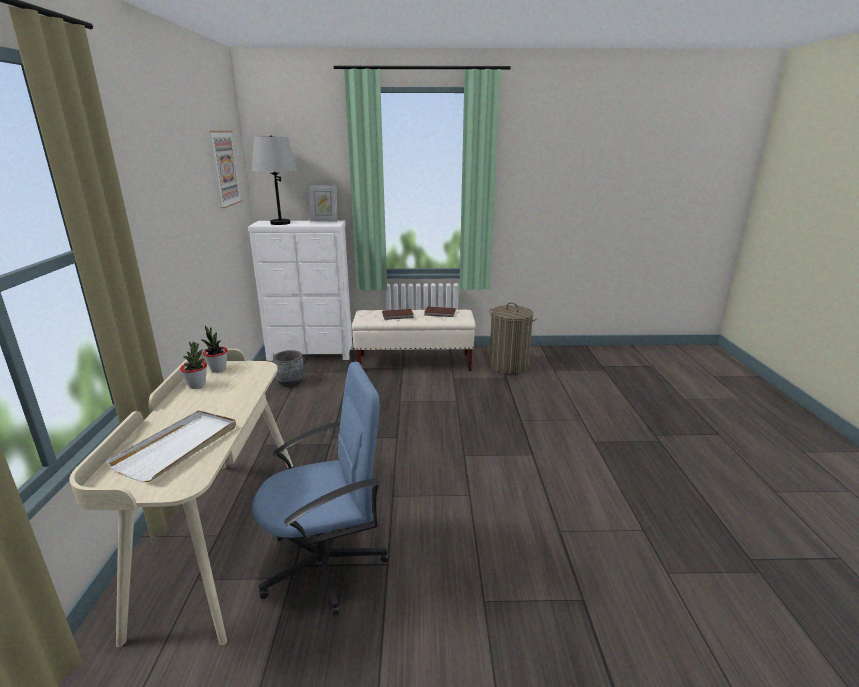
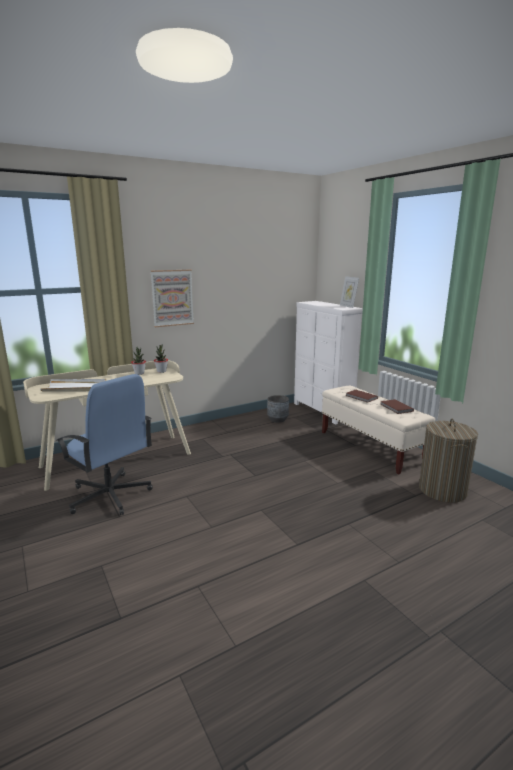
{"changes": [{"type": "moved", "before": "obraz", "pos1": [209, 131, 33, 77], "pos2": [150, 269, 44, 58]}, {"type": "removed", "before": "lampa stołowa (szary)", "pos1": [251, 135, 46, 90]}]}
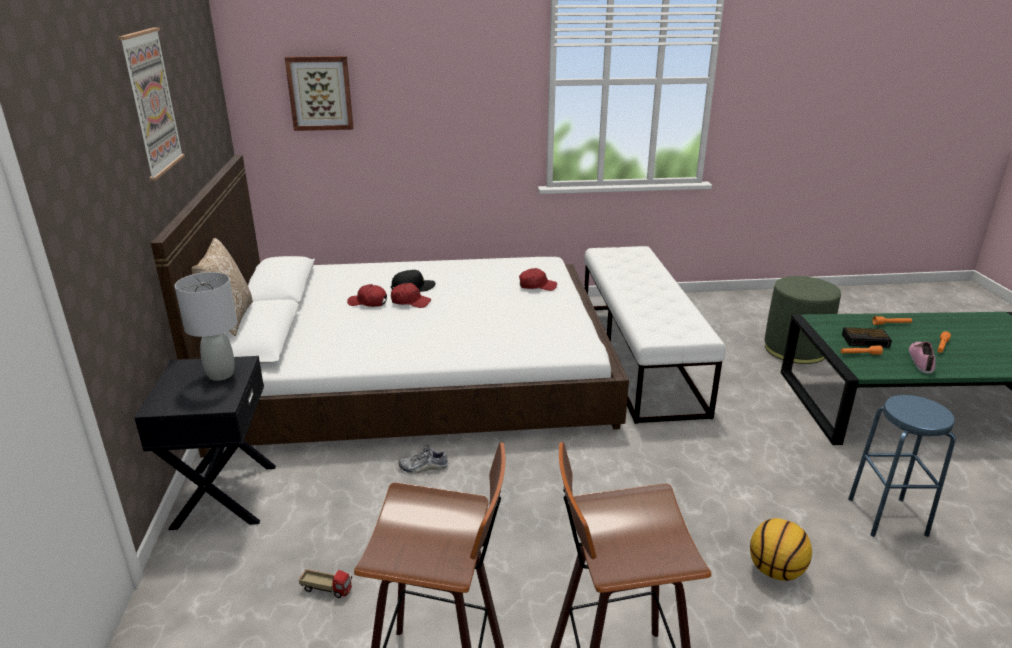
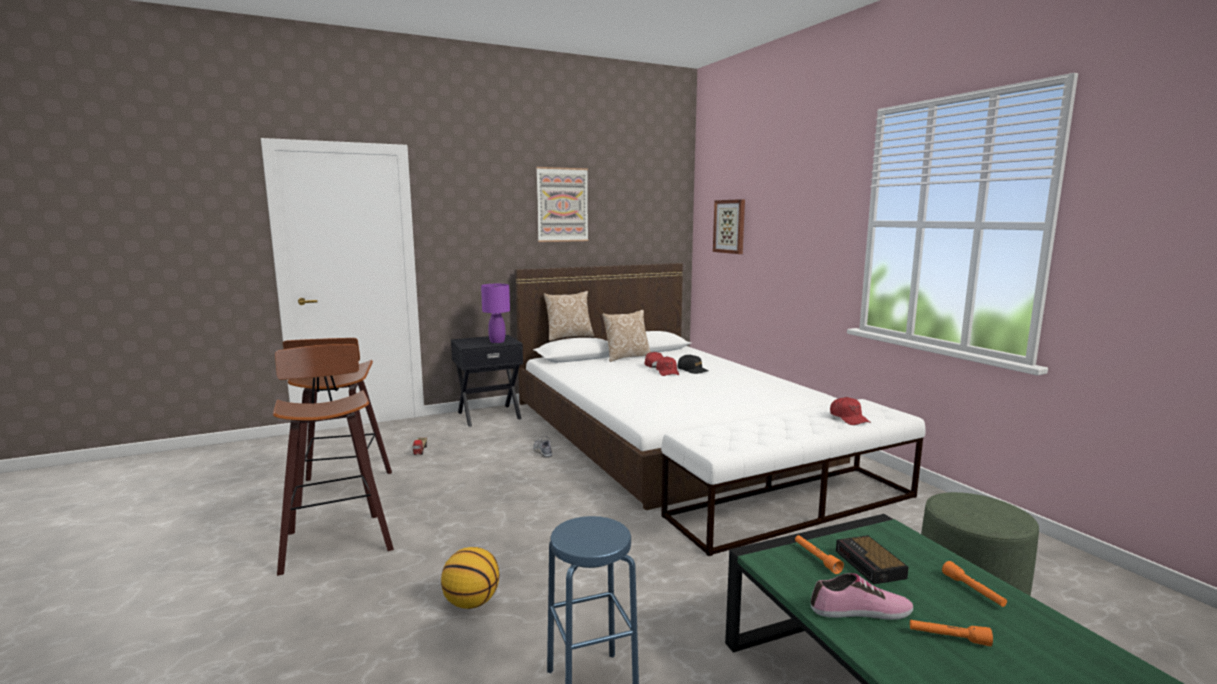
{"changes": [{"type": "moved", "before": "czapka z daszkiem (czerwony)", "pos1": [519, 268, 38, 23], "pos2": [830, 397, 41, 28]}, {"type": "recoloured", "before": "lampa stołowa (szary)", "after": "lampa stołowa (fioletowy)", "pos1": [175, 272, 62, 109], "pos2": [481, 284, 29, 59]}, {"type": "added", "after": "poduszka", "pos2": [602, 310, 49, 52]}]}
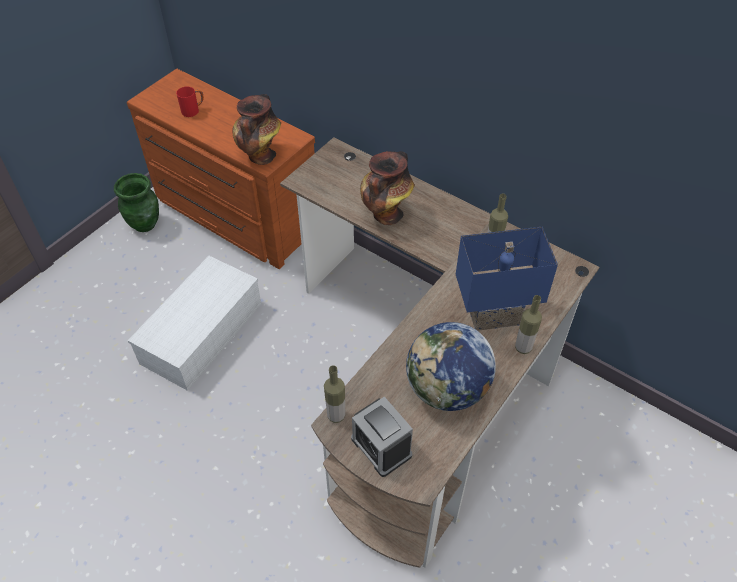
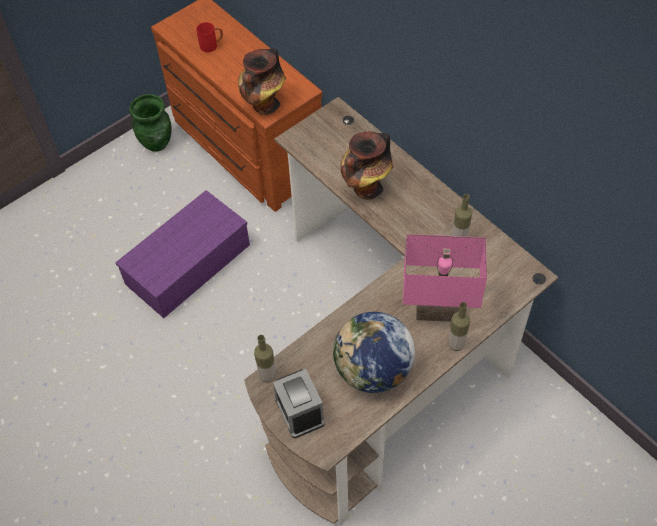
{"changes": [{"type": "recoloured", "before": "lampa stołowa (niebieski)", "after": "lampa stołowa (różowy)", "pos1": [456, 227, 102, 104], "pos2": [403, 234, 84, 88]}, {"type": "recoloured", "before": "pojemnik do przechowywania (biały)", "after": "pojemnik do przechowywania (fioletowy)", "pos1": [128, 256, 133, 135], "pos2": [115, 190, 135, 128]}]}
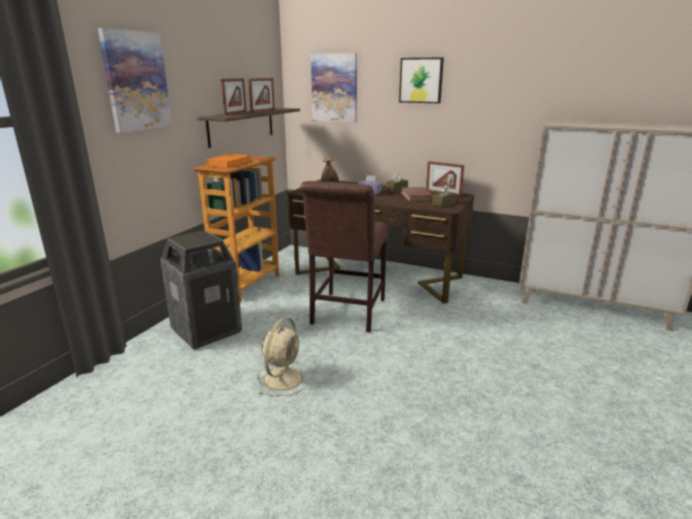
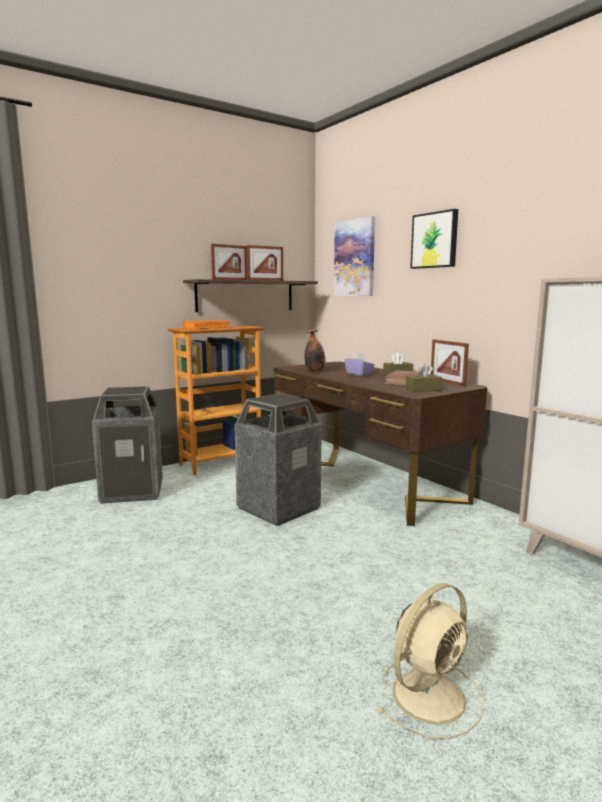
{"changes": [{"type": "removed", "before": "obraz", "pos1": [98, 28, 74, 105]}, {"type": "replaced", "before": "krzesło (brązowy)", "after": "kosz na śmieci", "pos1": [300, 181, 88, 151], "pos2": [234, 394, 88, 132]}, {"type": "moved", "before": "wentylator (beżowy)", "pos1": [257, 317, 55, 79], "pos2": [376, 583, 109, 156]}]}
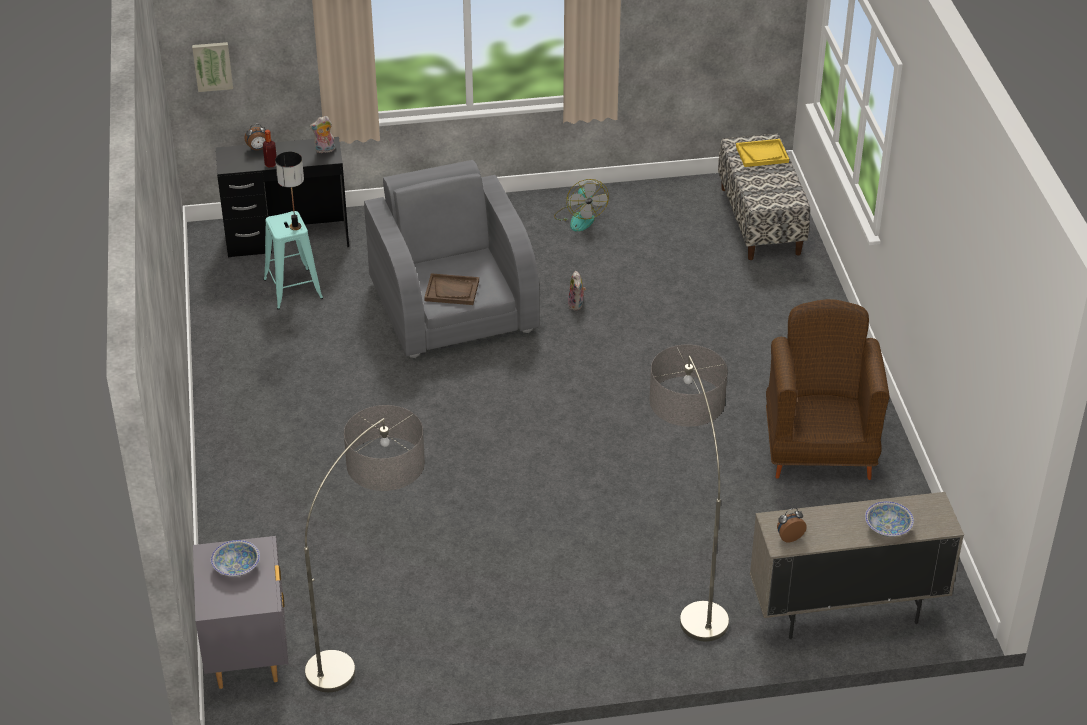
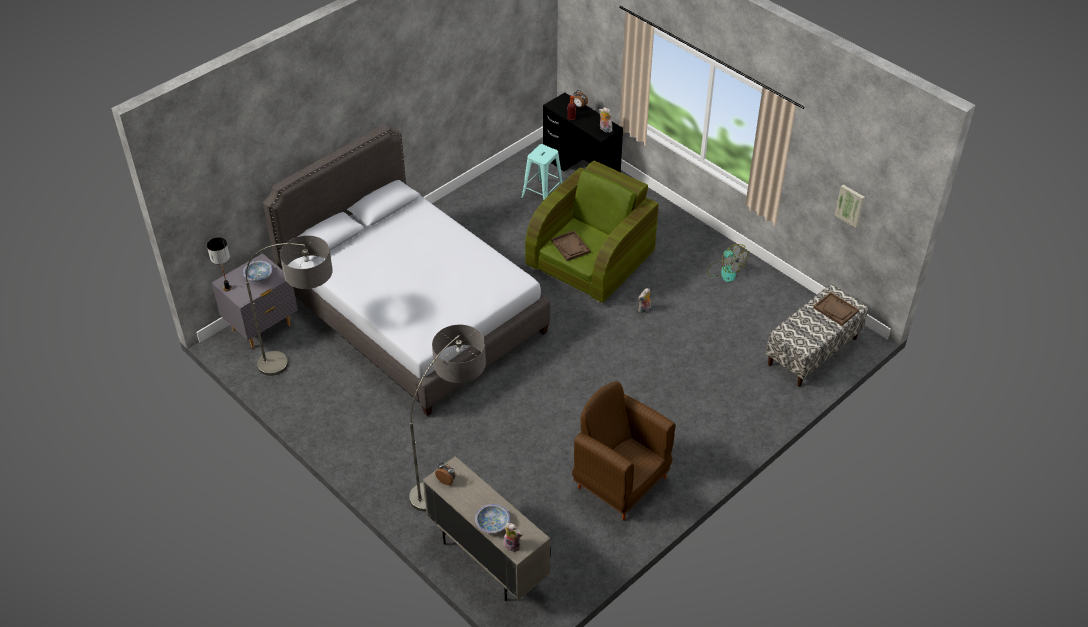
{"changes": [{"type": "moved", "before": "obraz", "pos1": [192, 42, 41, 50], "pos2": [835, 185, 30, 43]}, {"type": "recoloured", "before": "taca (żółty)", "after": "taca (brązowy)", "pos1": [736, 139, 53, 28], "pos2": [813, 292, 46, 34]}, {"type": "moved", "before": "lampa stołowa", "pos1": [275, 152, 29, 78], "pos2": [207, 237, 25, 54]}, {"type": "recoloured", "before": "fotel (szary)", "after": "fotel (zielony)", "pos1": [364, 160, 176, 198], "pos2": [525, 161, 134, 142]}, {"type": "turned", "before": "wentylator", "pos1": [554, 179, 55, 53], "pos2": [707, 244, 41, 39], "turn": -75}, {"type": "turned", "before": "fotel (brązowy)", "pos1": [766, 299, 123, 181], "pos2": [572, 381, 104, 139], "turn": -105}, {"type": "added", "after": "łóżko (szary)", "pos2": [263, 125, 287, 291]}, {"type": "added", "after": "pluszak", "pos2": [504, 523, 19, 29]}]}
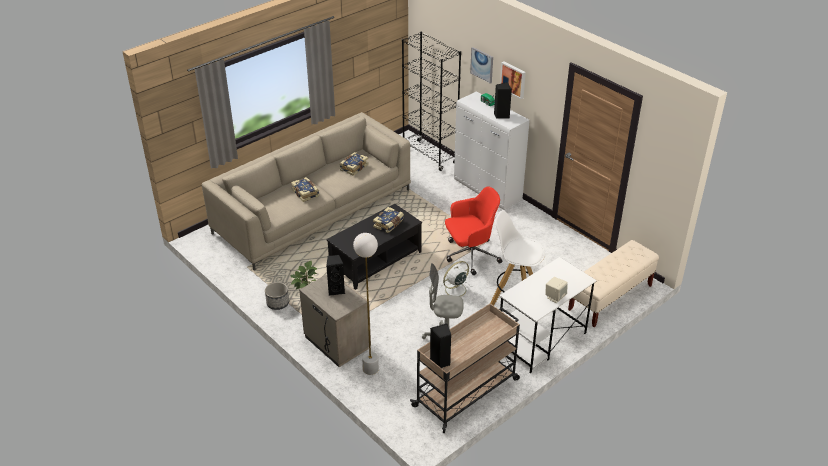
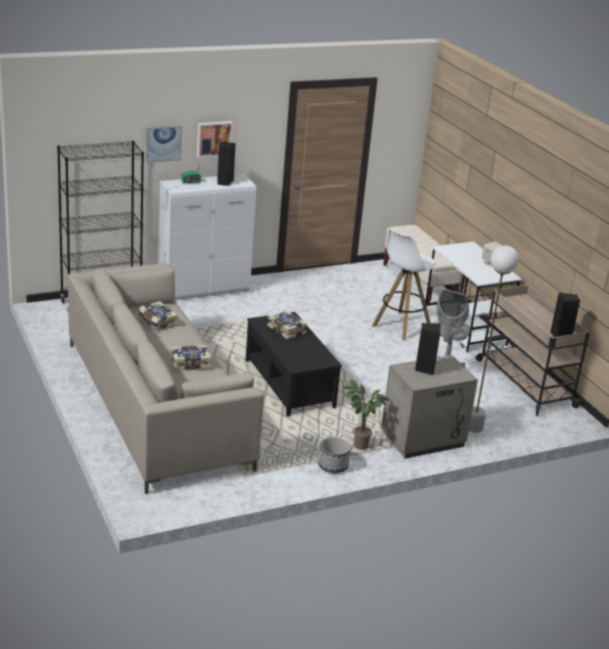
{"changes": [{"type": "removed", "before": "krzesło biurowe (czerwony)", "pos1": [445, 186, 58, 89]}, {"type": "removed", "before": "wentylator (biały)", "pos1": [440, 261, 32, 39]}]}
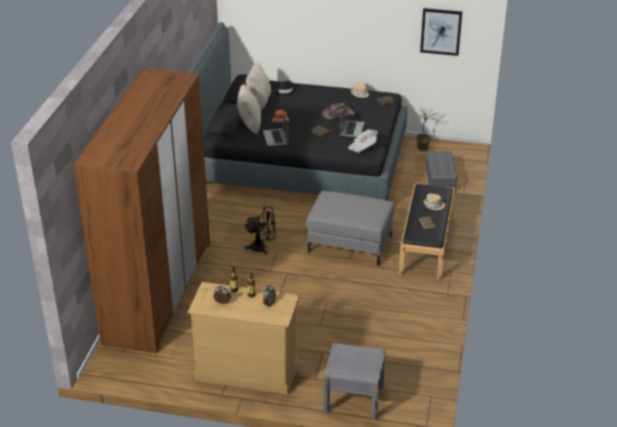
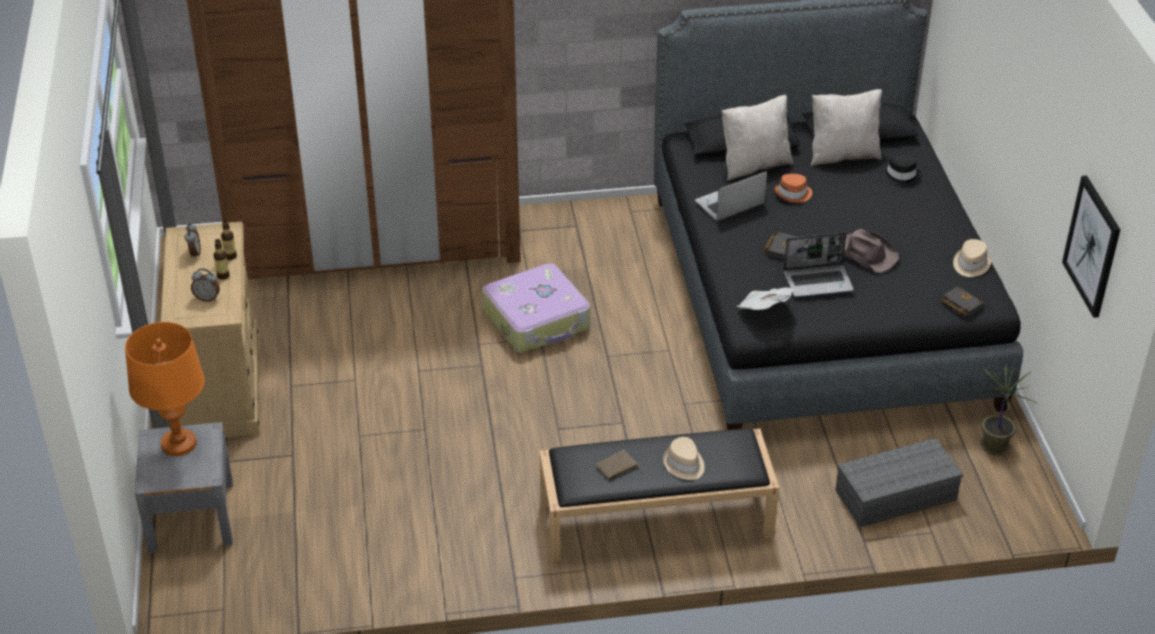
{"changes": [{"type": "removed", "before": "pufa (szary)", "pos1": [307, 191, 88, 75]}, {"type": "replaced", "before": "wentylator (czarny)", "after": "walizka", "pos1": [245, 207, 31, 47], "pos2": [482, 263, 108, 90]}, {"type": "added", "after": "lampa stołowa (pomarańczowy)", "pos2": [125, 322, 80, 134]}]}
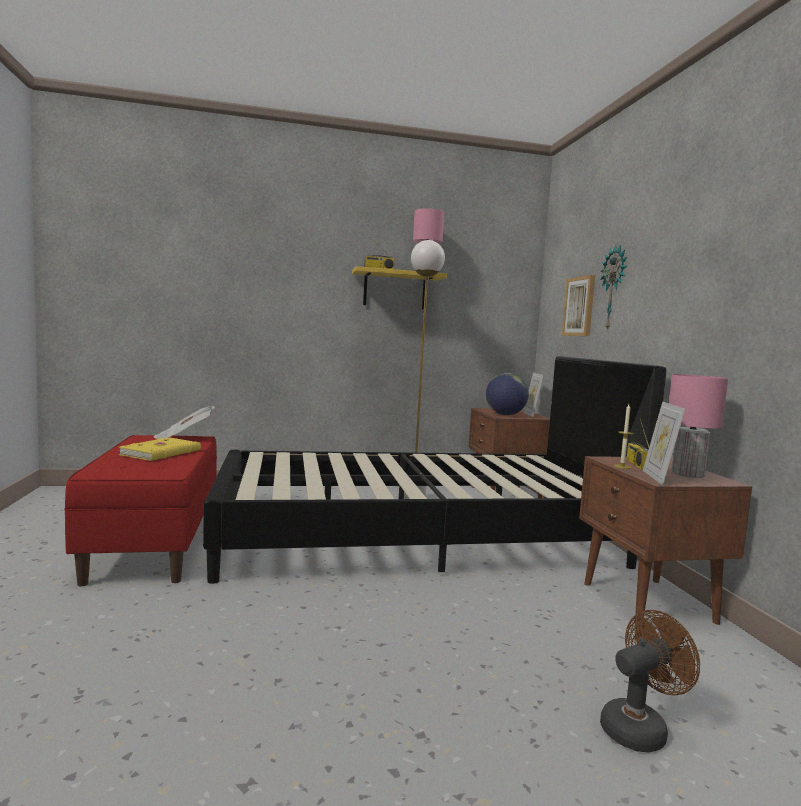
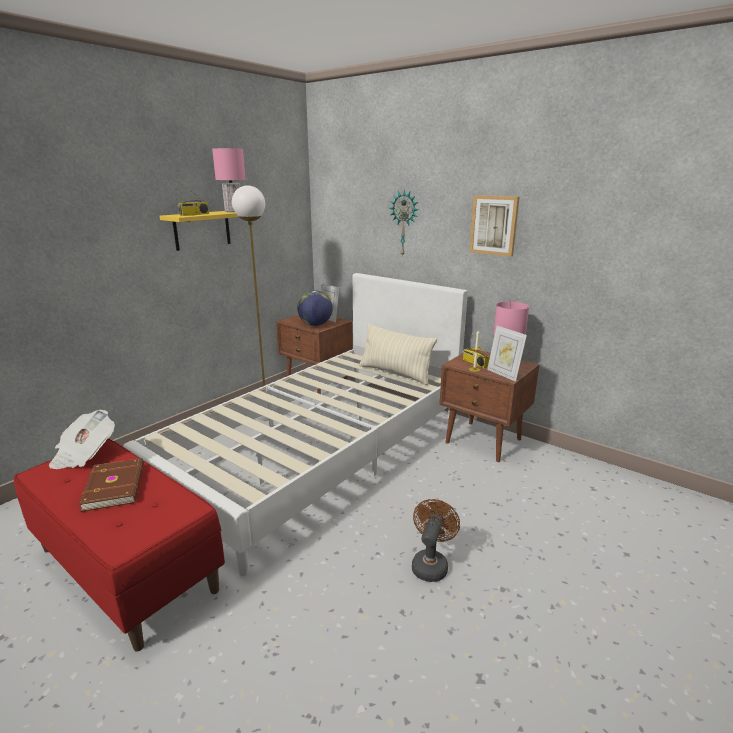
{"changes": [{"type": "moved", "before": "obraz", "pos1": [562, 275, 33, 61], "pos2": [469, 195, 50, 61]}, {"type": "recoloured", "before": "łóżko (czarny)", "after": "łóżko (biały)", "pos1": [203, 356, 463, 228], "pos2": [123, 273, 345, 303]}, {"type": "recoloured", "before": "książka (żółty)", "after": "książka (brązowy)", "pos1": [119, 437, 82, 24], "pos2": [79, 458, 65, 54]}, {"type": "moved", "before": "wentylator (brązowy)", "pos1": [600, 610, 100, 143], "pos2": [412, 499, 48, 83]}, {"type": "added", "after": "poduszka (beżowy)", "pos2": [359, 324, 78, 61]}]}
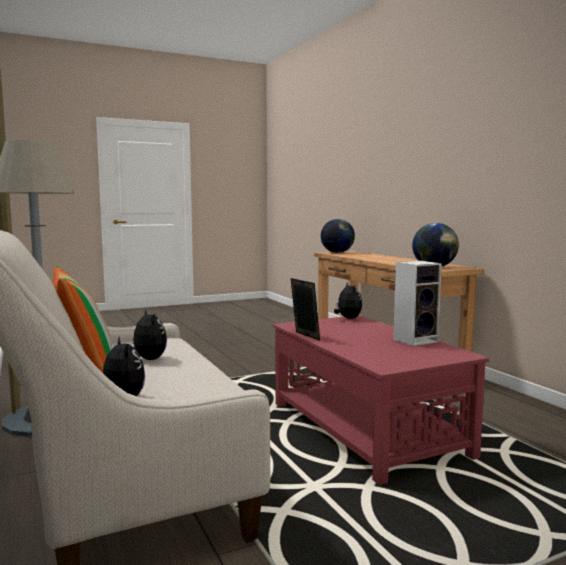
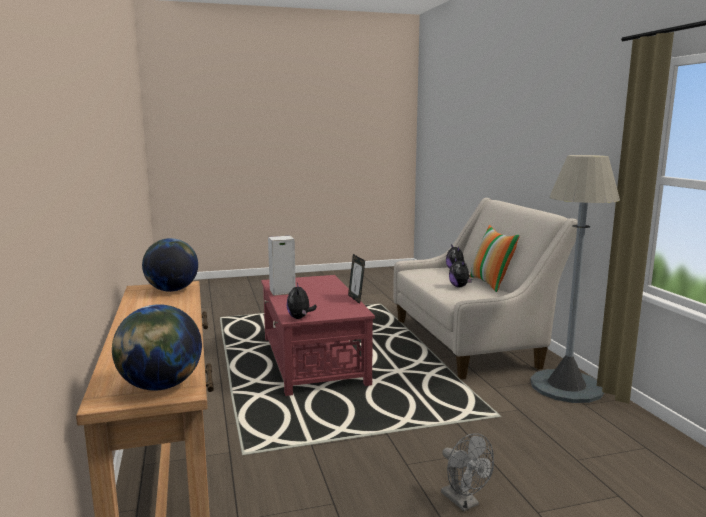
{"changes": [{"type": "added", "after": "wentylator (szary)", "pos2": [441, 433, 53, 78]}]}
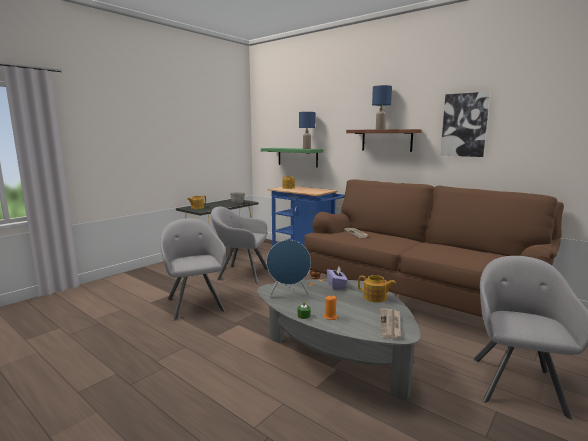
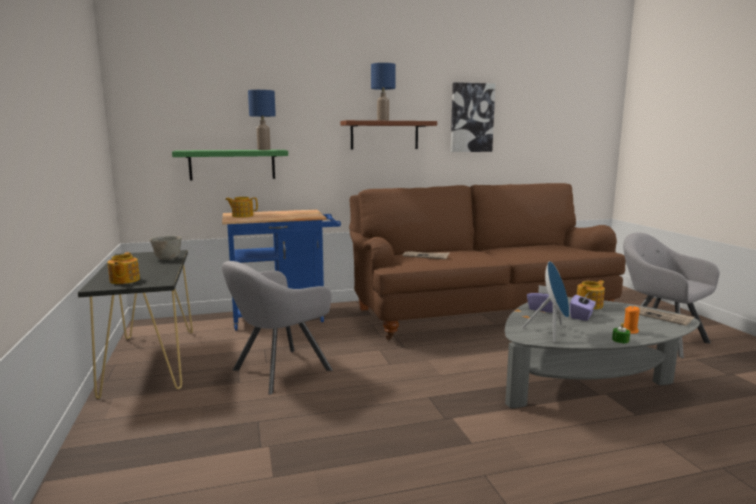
{"changes": [{"type": "removed", "before": "fotel (szary)", "pos1": [160, 218, 66, 103]}, {"type": "added", "after": "pudełko chusteczek (fioletowy)", "pos2": [570, 294, 26, 27]}]}
